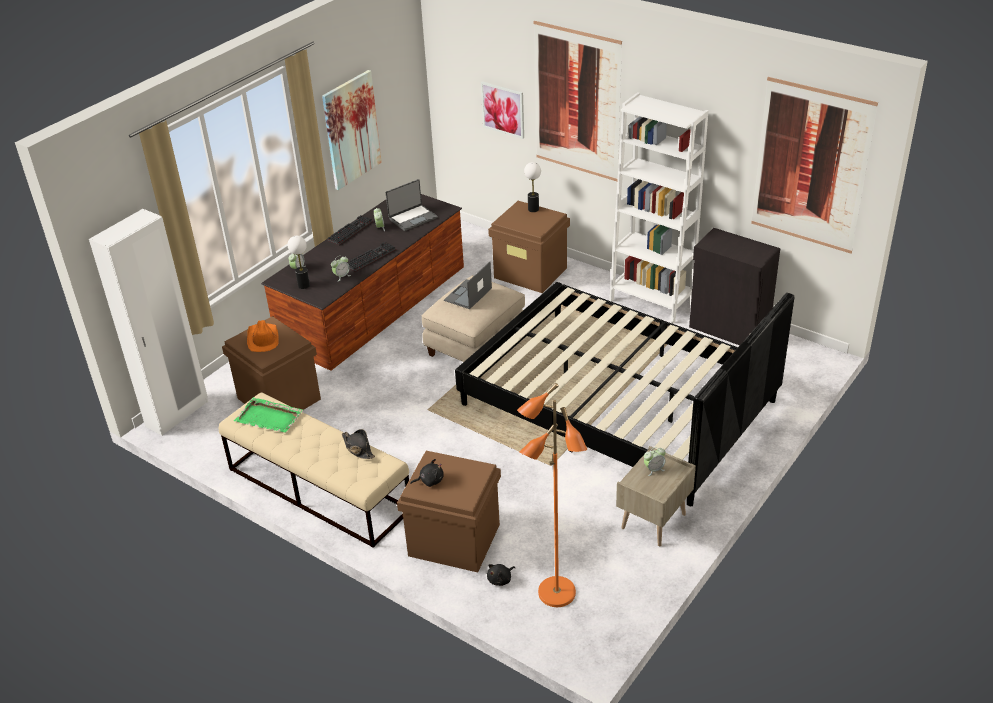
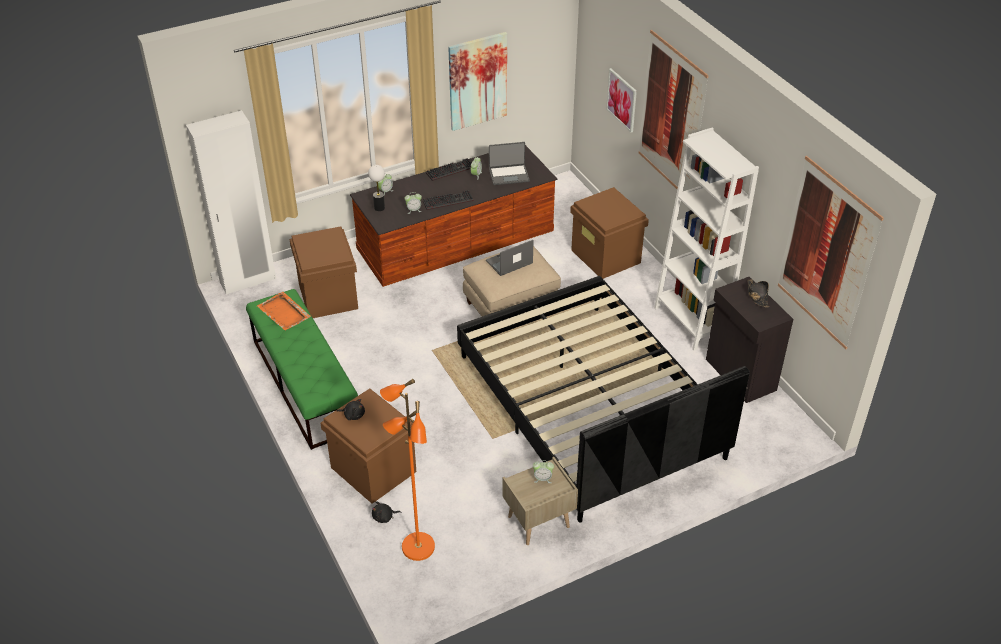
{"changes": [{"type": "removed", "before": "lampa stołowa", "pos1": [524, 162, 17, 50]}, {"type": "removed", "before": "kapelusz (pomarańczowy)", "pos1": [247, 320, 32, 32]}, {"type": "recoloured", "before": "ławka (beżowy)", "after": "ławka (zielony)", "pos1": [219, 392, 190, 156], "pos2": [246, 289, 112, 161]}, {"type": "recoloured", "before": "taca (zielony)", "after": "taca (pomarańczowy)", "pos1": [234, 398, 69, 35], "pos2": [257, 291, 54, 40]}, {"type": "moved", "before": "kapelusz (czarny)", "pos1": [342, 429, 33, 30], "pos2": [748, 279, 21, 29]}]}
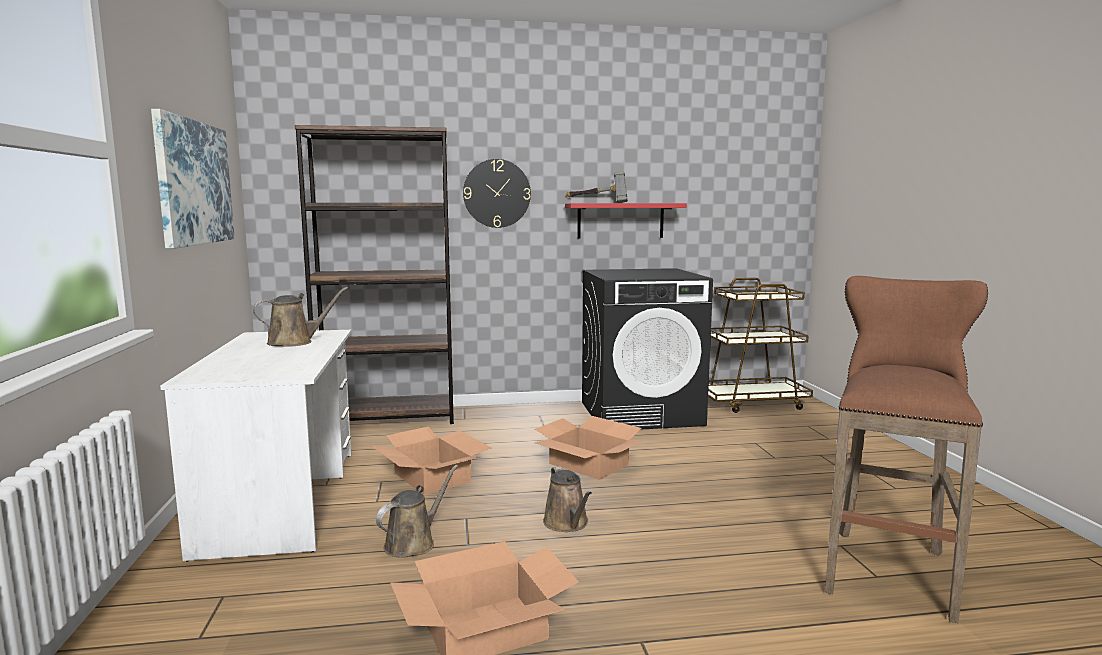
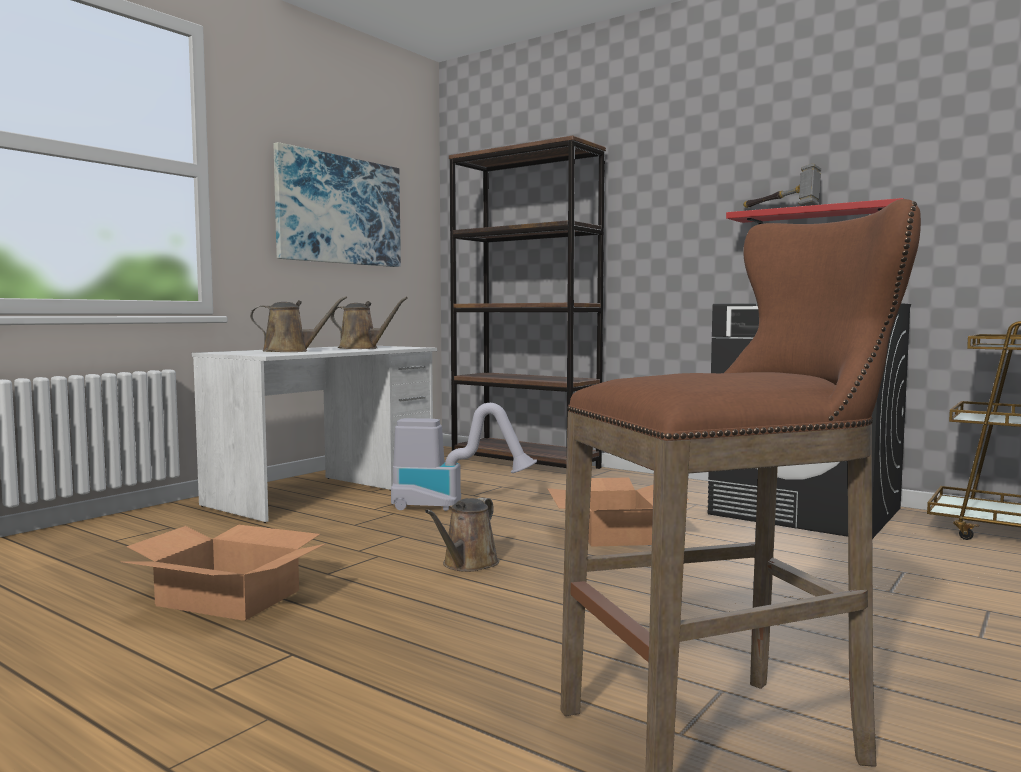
{"changes": [{"type": "removed", "before": "zegar ścienny", "pos1": [463, 159, 68, 69]}, {"type": "replaced", "before": "karton", "after": "odkurzacz", "pos1": [372, 426, 120, 69], "pos2": [391, 403, 146, 108]}, {"type": "moved", "before": "konewka (brązowy)", "pos1": [376, 465, 82, 93], "pos2": [250, 296, 97, 56]}]}
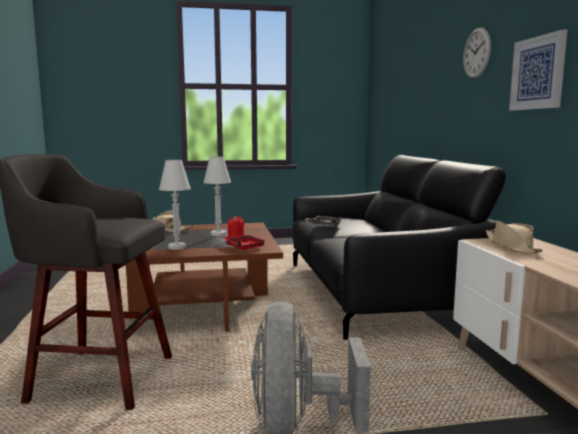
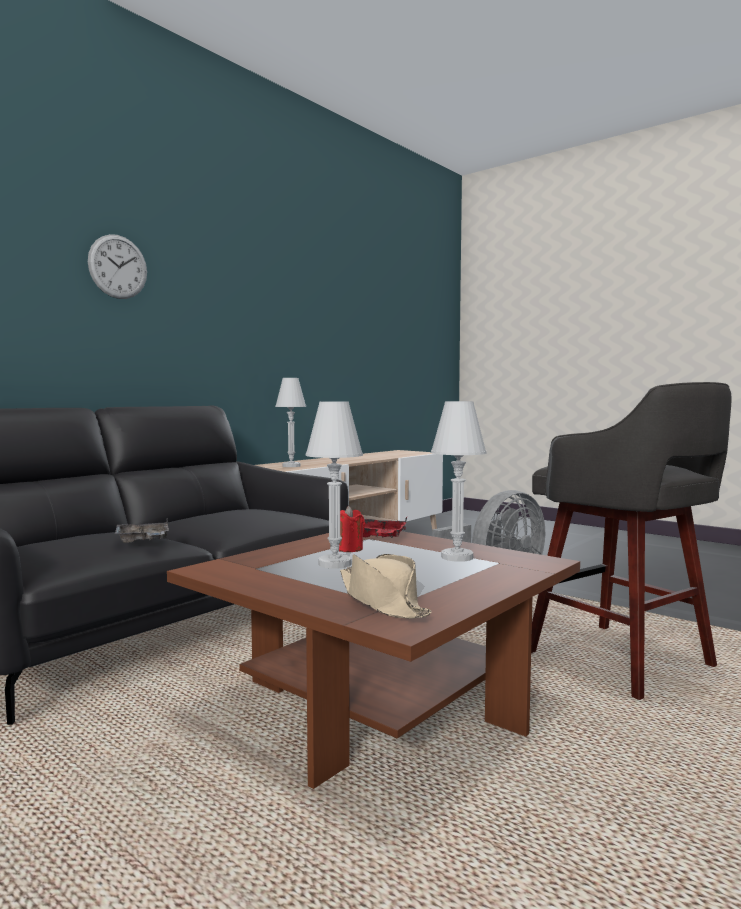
{"changes": [{"type": "removed", "before": "obraz", "pos1": [509, 29, 59, 82]}, {"type": "replaced", "before": "kapelusz (beżowy)", "after": "lampa stołowa (biały)", "pos1": [486, 220, 57, 34], "pos2": [275, 378, 31, 89]}]}
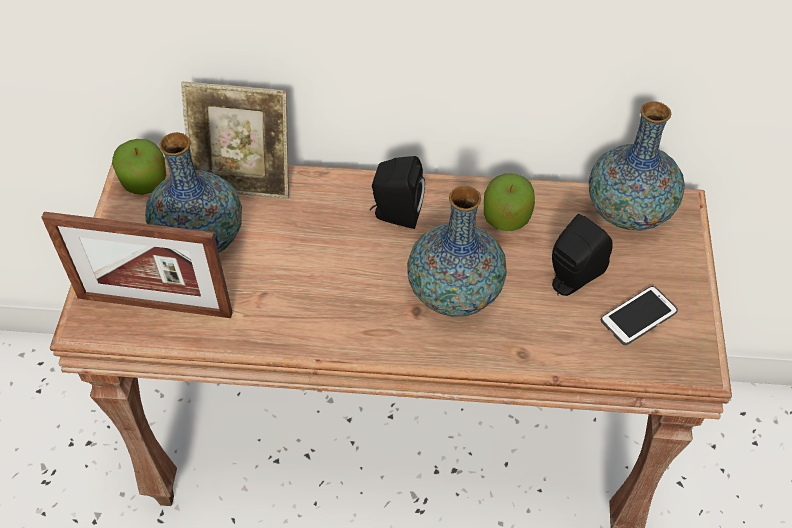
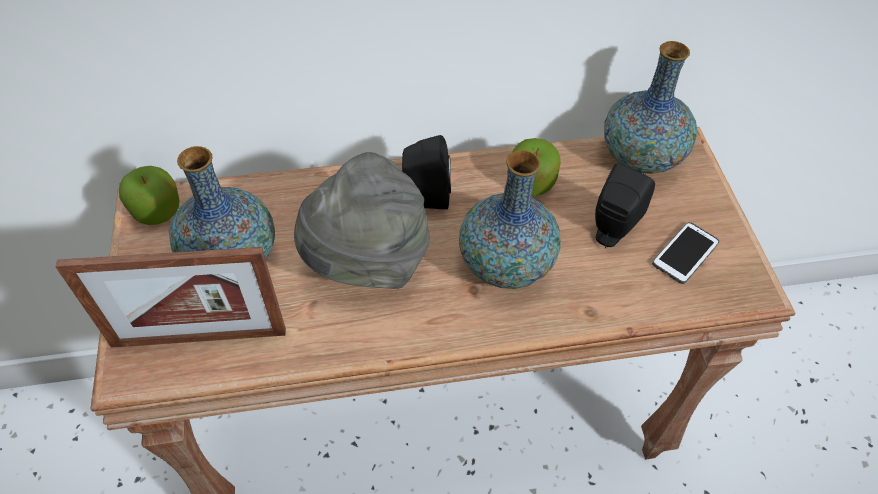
{"changes": [{"type": "removed", "before": "ramka na zdjęcie", "pos1": [181, 82, 108, 117]}, {"type": "added", "after": "kapelusz (szary)", "pos2": [294, 152, 136, 137]}]}
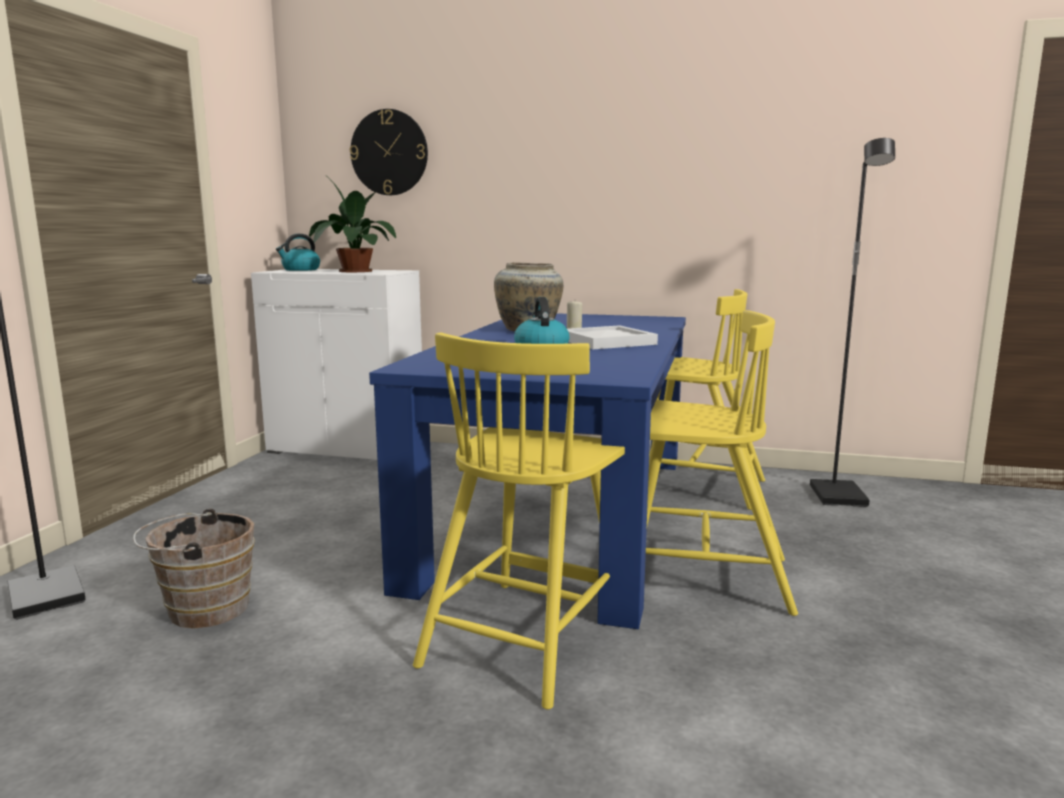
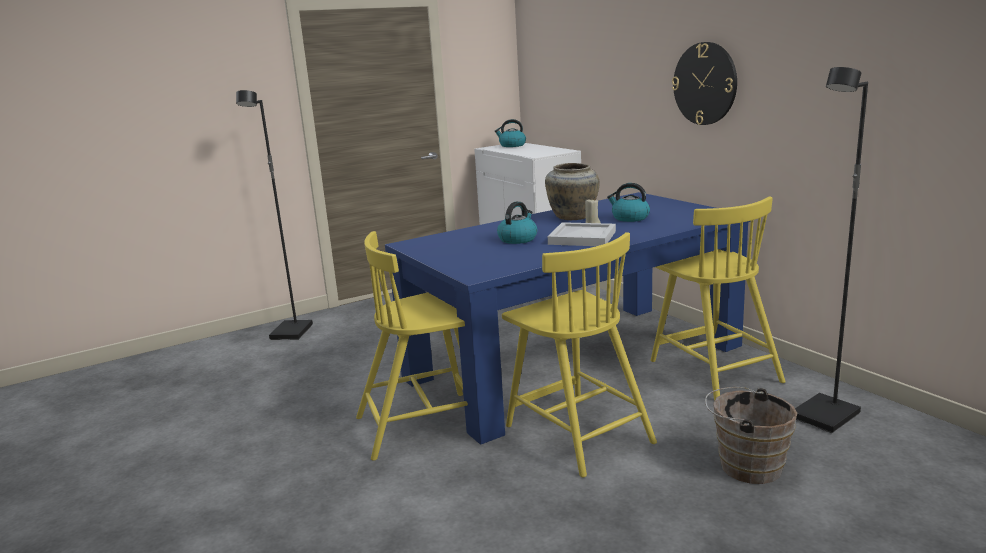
{"changes": [{"type": "moved", "before": "zegar ścienny", "pos1": [350, 109, 78, 86], "pos2": [672, 42, 65, 83]}, {"type": "removed", "before": "roślina doniczkowa", "pos1": [309, 182, 87, 90]}, {"type": "moved", "before": "wiadro (brązowy)", "pos1": [133, 509, 122, 119], "pos2": [705, 387, 92, 97]}, {"type": "added", "after": "czajnik", "pos2": [607, 183, 43, 39]}]}
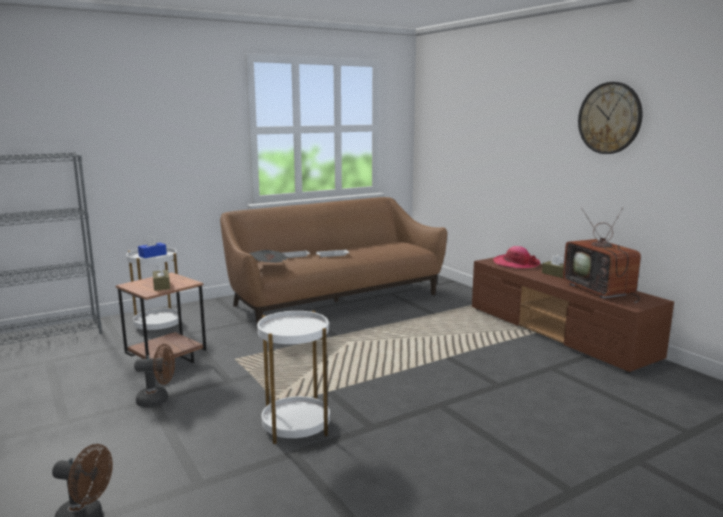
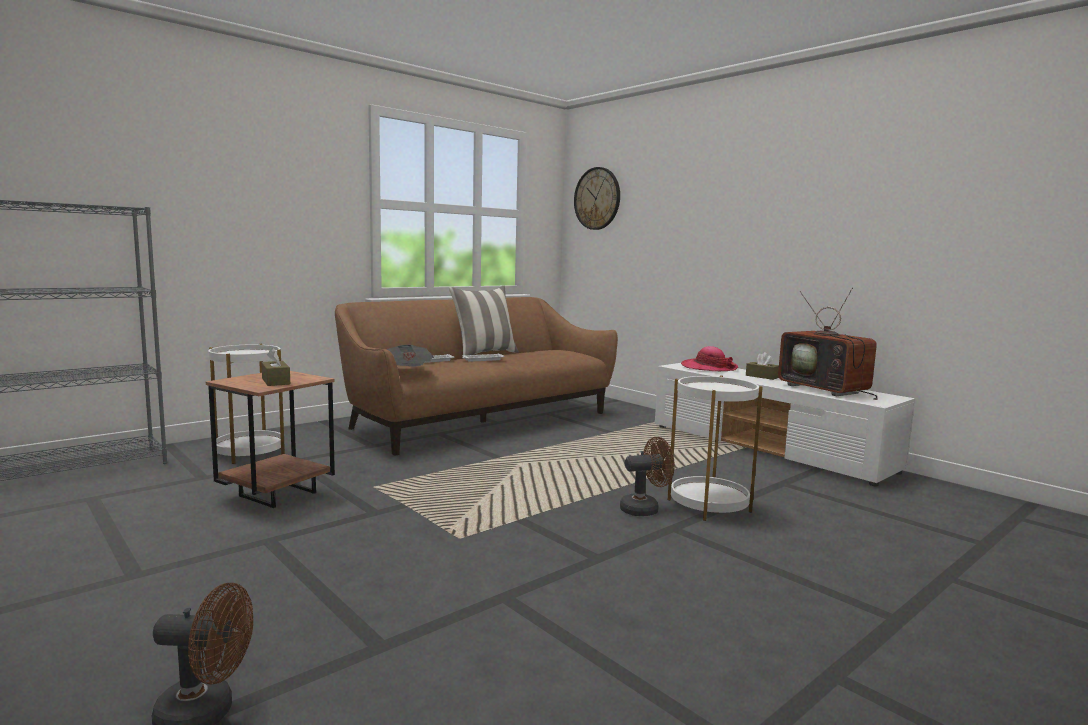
{"changes": [{"type": "moved", "before": "zegar ścienny", "pos1": [578, 82, 65, 72], "pos2": [574, 167, 46, 63]}, {"type": "removed", "before": "pudełko chusteczek (niebieski)", "pos1": [138, 235, 29, 23]}, {"type": "recoloured", "before": "szafka pod telewizor (brązowy)", "after": "szafka pod telewizor (biały)", "pos1": [472, 257, 202, 117], "pos2": [655, 363, 260, 123]}, {"type": "moved", "before": "stolik (biały)", "pos1": [257, 310, 73, 134], "pos2": [668, 375, 95, 146]}, {"type": "moved", "before": "wentylator (brązowy)", "pos1": [134, 344, 41, 63], "pos2": [620, 437, 55, 79]}, {"type": "added", "after": "poduszka", "pos2": [449, 286, 70, 69]}]}
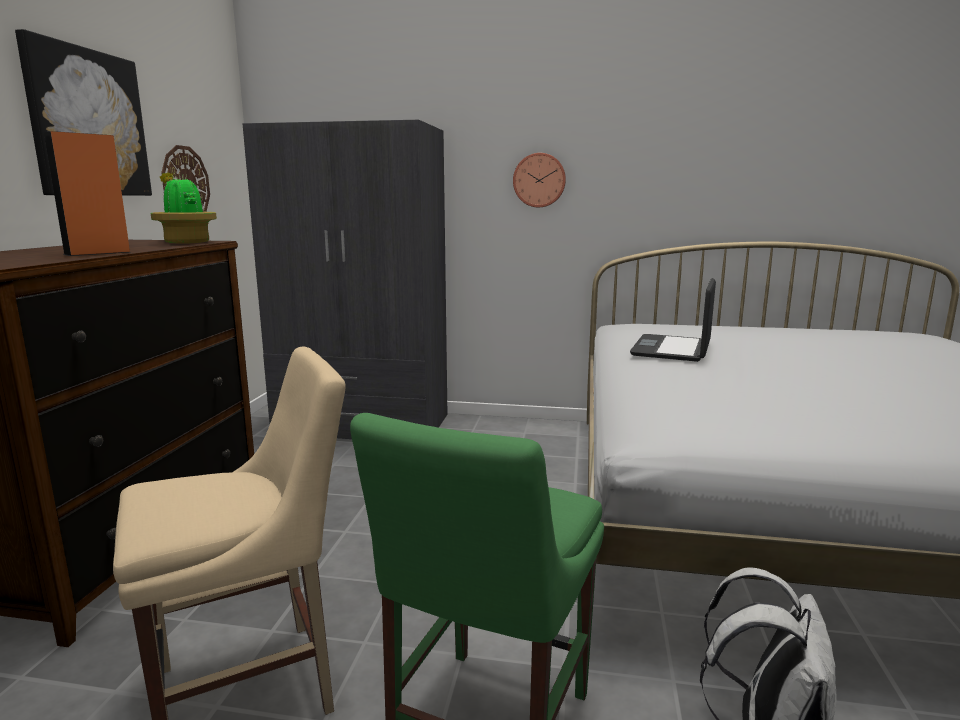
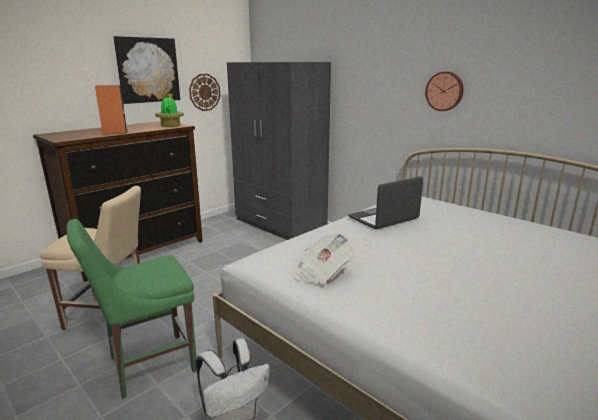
{"changes": [{"type": "moved", "before": "zegar ścienny", "pos1": [513, 153, 53, 54], "pos2": [425, 71, 39, 40]}, {"type": "added", "after": "gazeta", "pos2": [294, 234, 61, 50]}]}
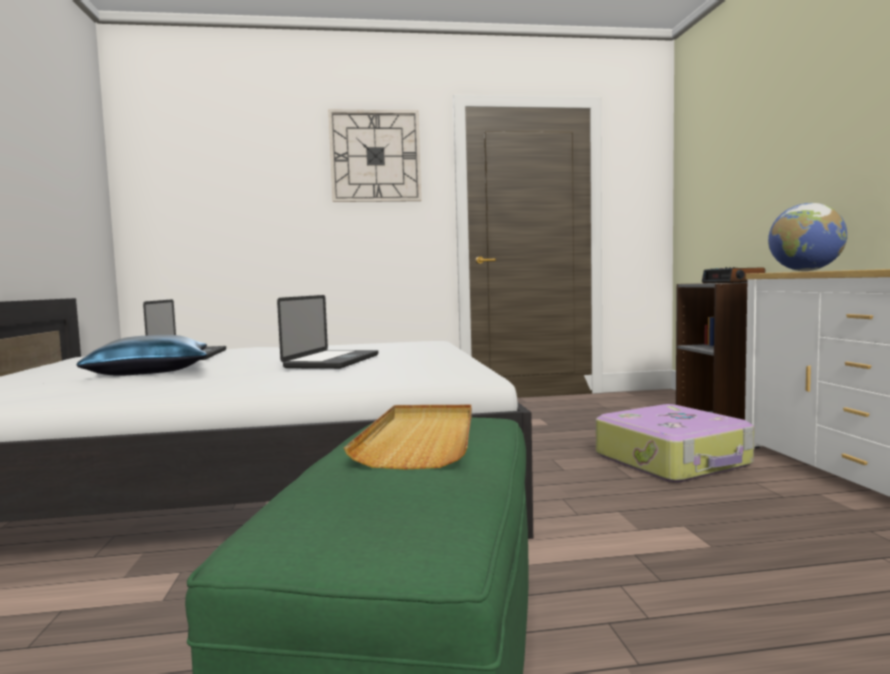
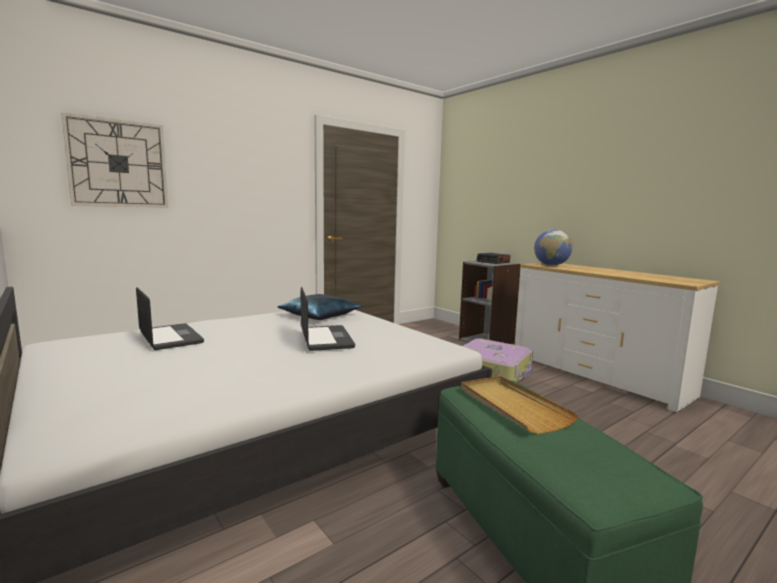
{"changes": [{"type": "moved", "before": "zegar ścienny", "pos1": [328, 109, 93, 93], "pos2": [61, 113, 107, 95]}, {"type": "moved", "before": "poduszka (niebieski)", "pos1": [77, 335, 130, 41], "pos2": [278, 294, 84, 26]}]}
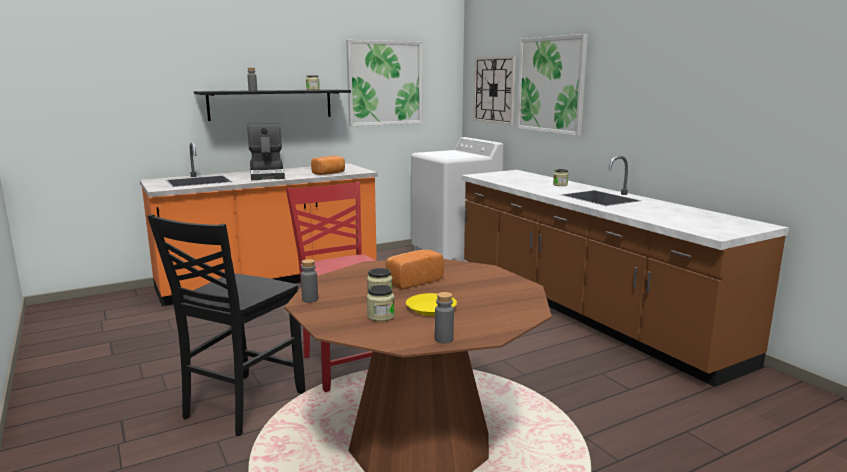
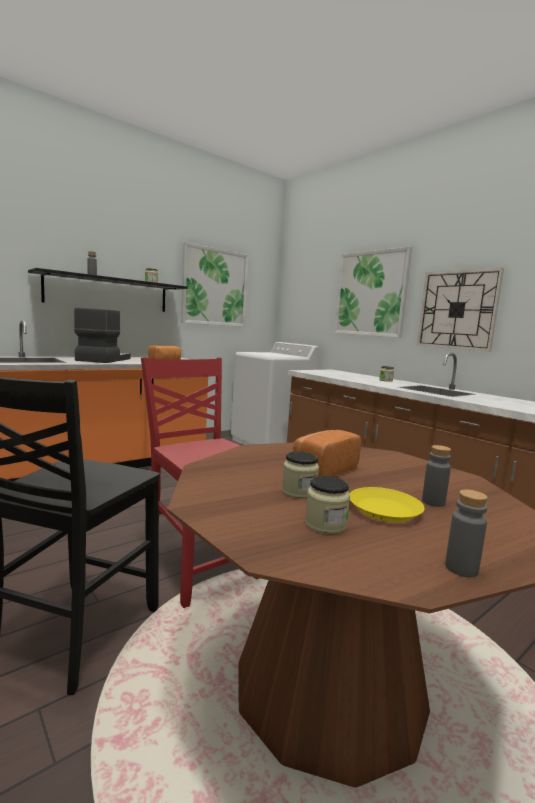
{"changes": [{"type": "moved", "before": "zegar ścienny", "pos1": [473, 56, 43, 69], "pos2": [417, 268, 87, 84]}, {"type": "turned", "before": "ekspres do kawy", "pos1": [247, 123, 38, 57], "pos2": [74, 308, 56, 55], "turn": -150}, {"type": "moved", "before": "butelka (szary)", "pos1": [301, 259, 17, 44], "pos2": [422, 445, 29, 62]}]}
